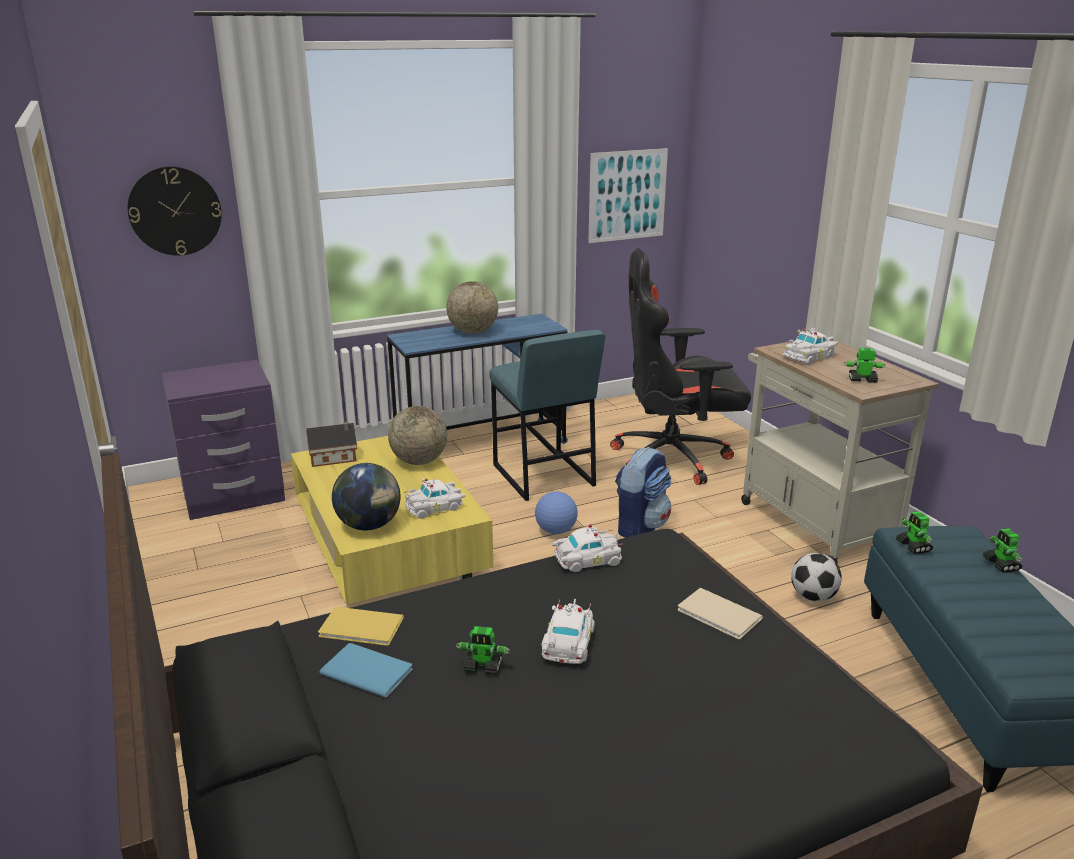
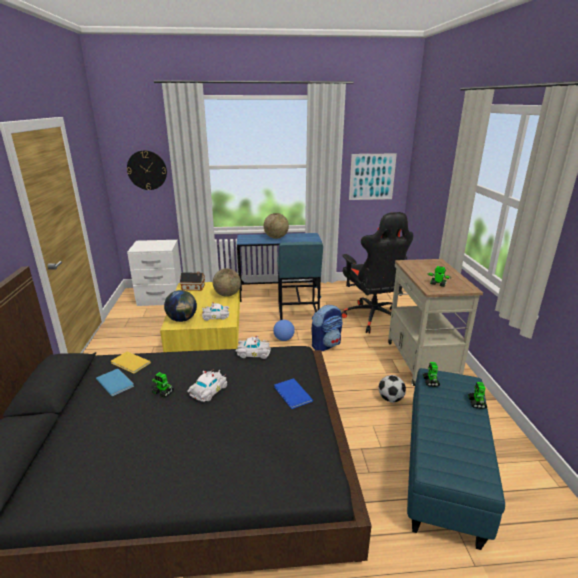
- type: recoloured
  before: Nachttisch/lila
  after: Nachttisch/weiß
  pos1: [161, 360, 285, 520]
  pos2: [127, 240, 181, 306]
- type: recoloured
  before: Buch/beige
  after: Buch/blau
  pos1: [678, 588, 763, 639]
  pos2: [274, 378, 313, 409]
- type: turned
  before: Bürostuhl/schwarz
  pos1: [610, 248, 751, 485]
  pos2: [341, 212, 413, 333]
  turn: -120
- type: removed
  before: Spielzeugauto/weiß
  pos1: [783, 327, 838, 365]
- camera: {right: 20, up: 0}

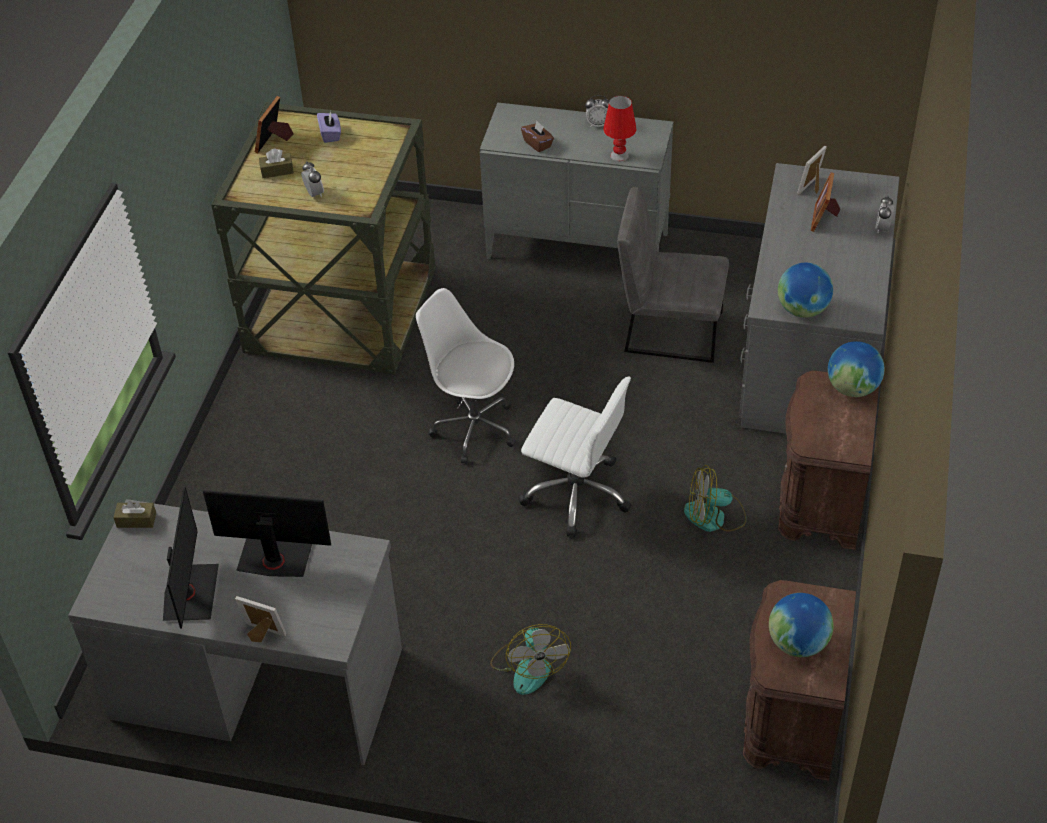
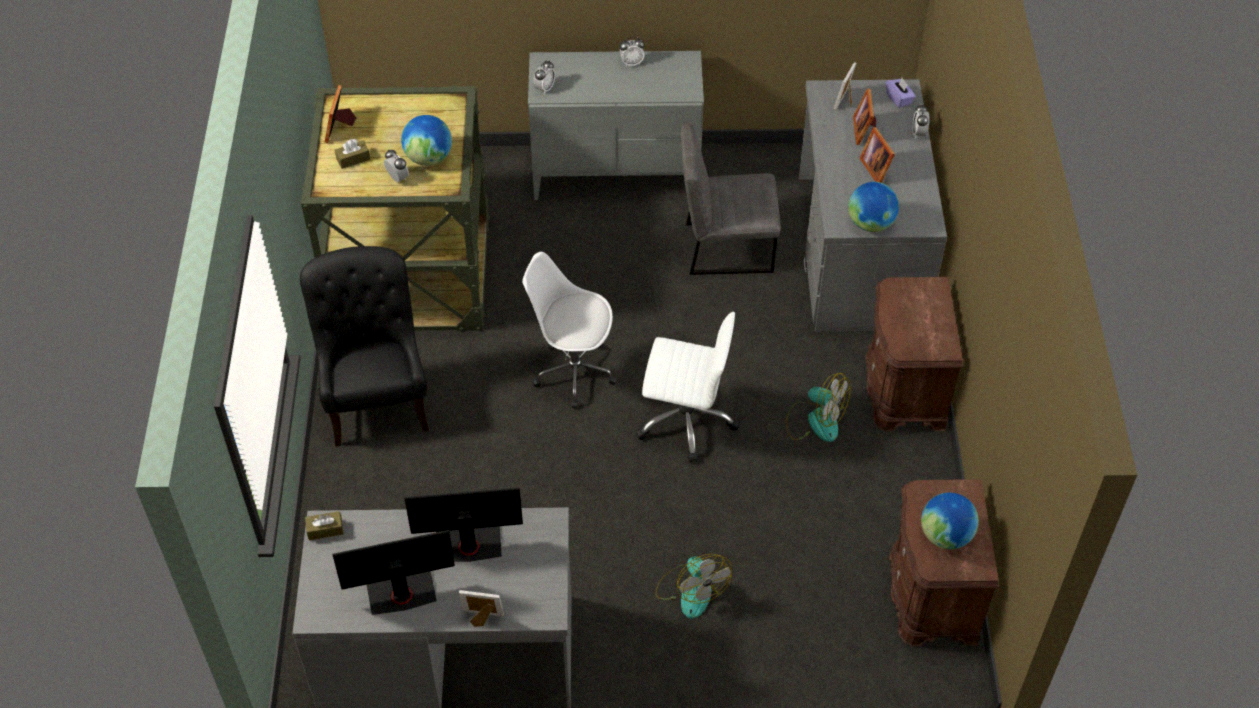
- type: added
  after: Stuhl/schwarz
  pos2: [300, 246, 429, 447]
- type: turned
  before: Monitor
  pos1: [163, 487, 219, 629]
  pos2: [332, 530, 455, 615]
  turn: -90
- type: moved
  before: Globus
  pos1: [828, 341, 885, 397]
  pos2: [401, 115, 452, 166]
- type: added
  after: Wecker
  pos2: [533, 60, 555, 94]
- type: turned
  before: Ventilator
  pos1: [684, 465, 747, 532]
  pos2: [786, 373, 851, 442]
  turn: -135
- type: added
  after: Bilderrahmen
  pos2: [860, 127, 895, 183]
- type: moved
  before: Taschentuchbox/lila
  pos1: [317, 111, 341, 143]
  pos2: [886, 78, 916, 108]
- type: removed
  before: Taschentuchbox/braun
  pos1: [521, 120, 554, 152]
- type: removed
  before: Tischlampe/rot
  pos1: [603, 96, 636, 162]
- camera: {right: -15, up: 5}

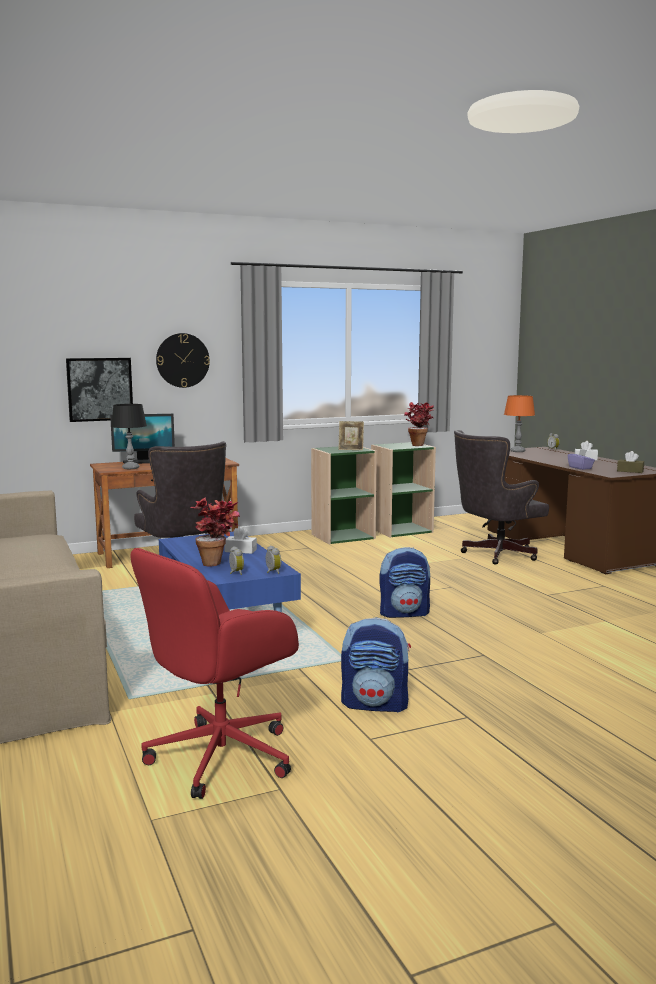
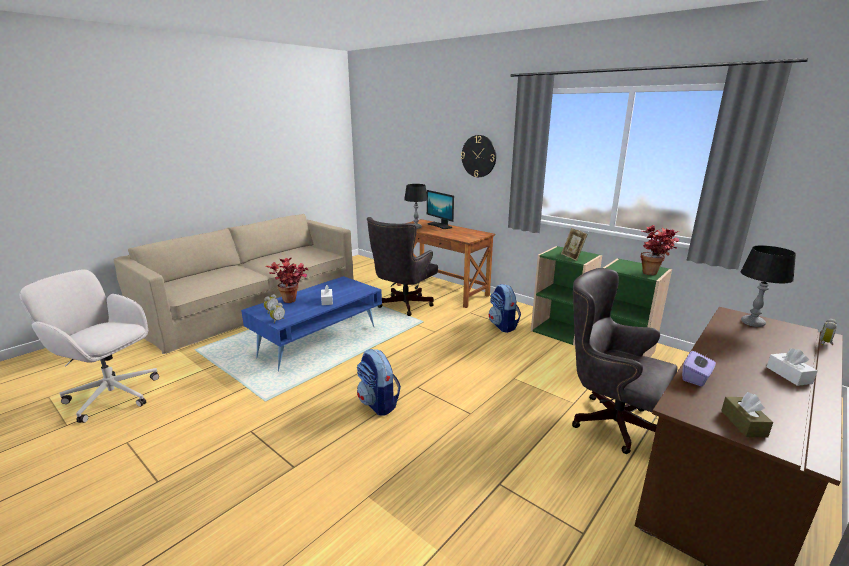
- type: recoloured
  before: Bürostuhl/rot
  after: Bürostuhl/weiß
  pos1: [130, 548, 299, 799]
  pos2: [20, 269, 159, 423]
- type: moved
  before: Rucksack
  pos1: [341, 617, 411, 713]
  pos2: [489, 284, 521, 333]
- type: recoloured
  before: Tischlampe/orange
  after: Tischlampe/schwarz
  pos1: [504, 395, 535, 452]
  pos2: [741, 245, 796, 327]
- type: removed
  before: Bild
  pos1: [66, 358, 133, 422]
- camera: {right: 65, up: 10}

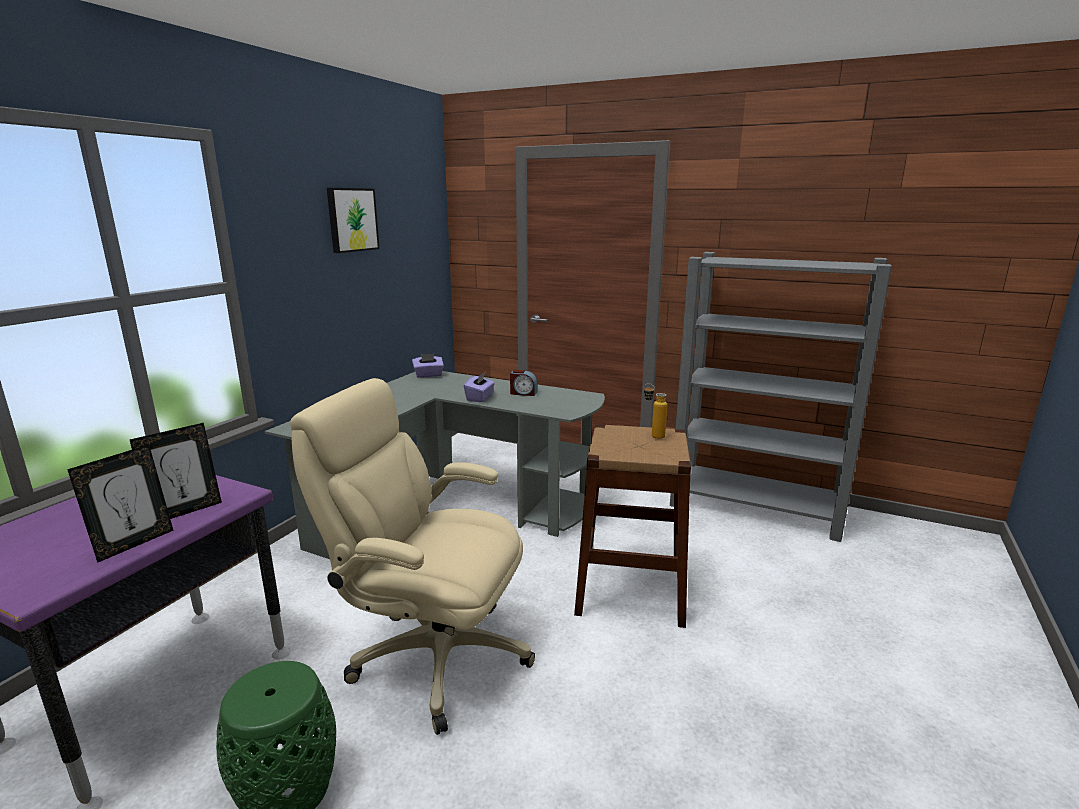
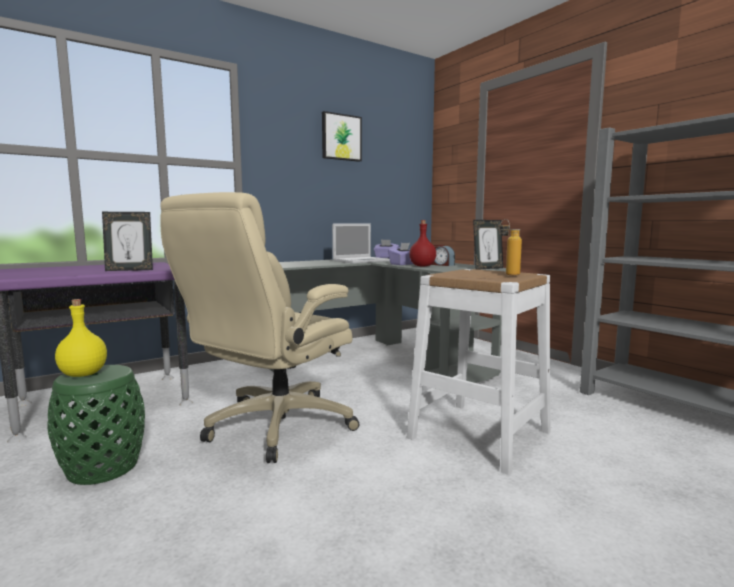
- type: added
  after: Flasche/gelb
  pos2: [55, 299, 107, 377]
- type: turned
  before: Bürostuhl/beige
  pos1: [290, 378, 535, 735]
  pos2: [160, 192, 359, 463]
  turn: -105
- type: added
  after: Laptop
  pos2: [332, 223, 390, 263]
- type: recoloured
  before: Hocker/braun
  after: Hocker/weiß
  pos1: [574, 425, 691, 628]
  pos2: [407, 269, 551, 475]
- type: added
  after: Flasche/rot
  pos2: [409, 220, 436, 266]
- type: moved
  before: Bilderrahmen
  pos1: [67, 445, 174, 563]
  pos2: [473, 220, 503, 270]
- camera: {right: 30, up: -10}

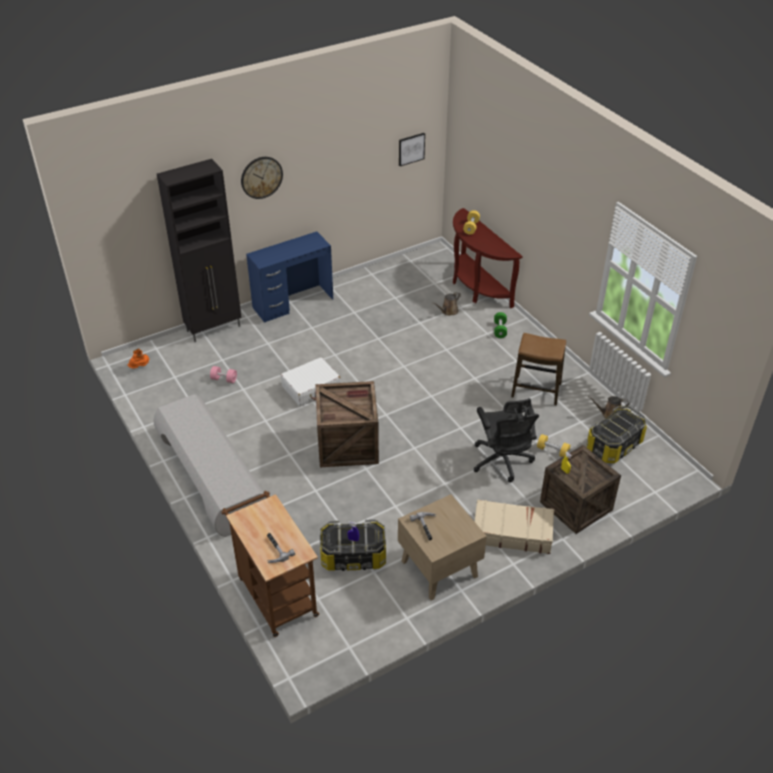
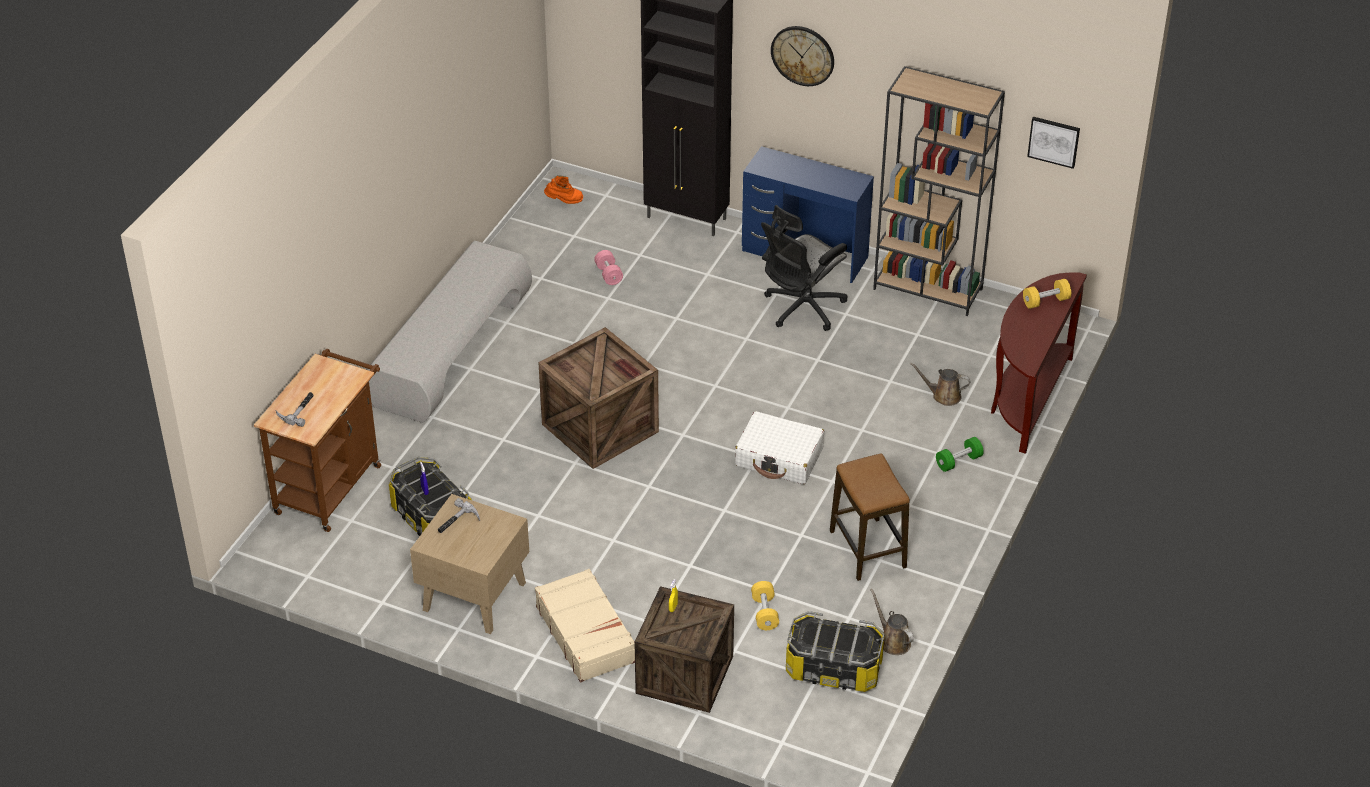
- type: moved
  before: Koffer/weiß
  pos1: [281, 357, 341, 406]
  pos2: [735, 411, 824, 484]
- type: moved
  before: Bürostuhl
  pos1: [474, 398, 539, 483]
  pos2: [761, 205, 847, 331]
- type: added
  after: Bücherregal
  pos2: [873, 66, 1005, 316]
- camera: {right: 55, up: 0}

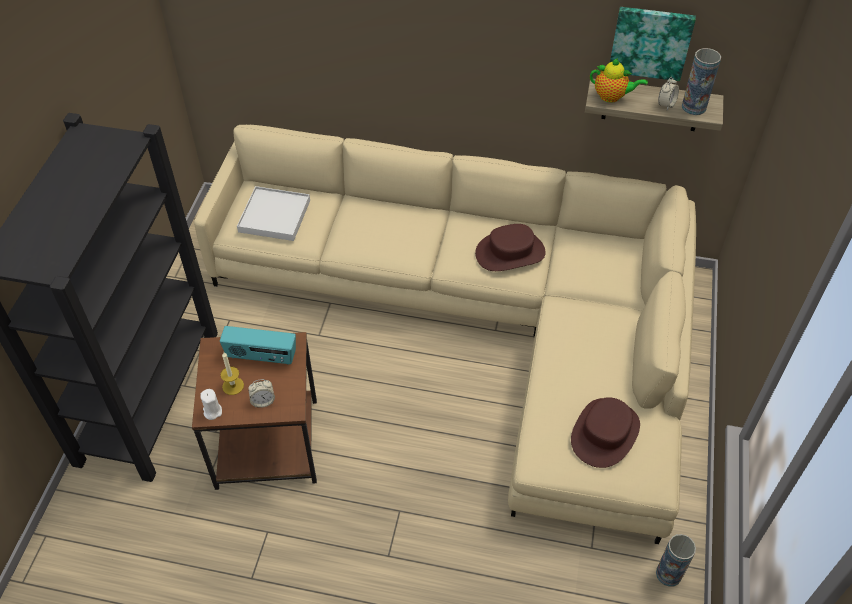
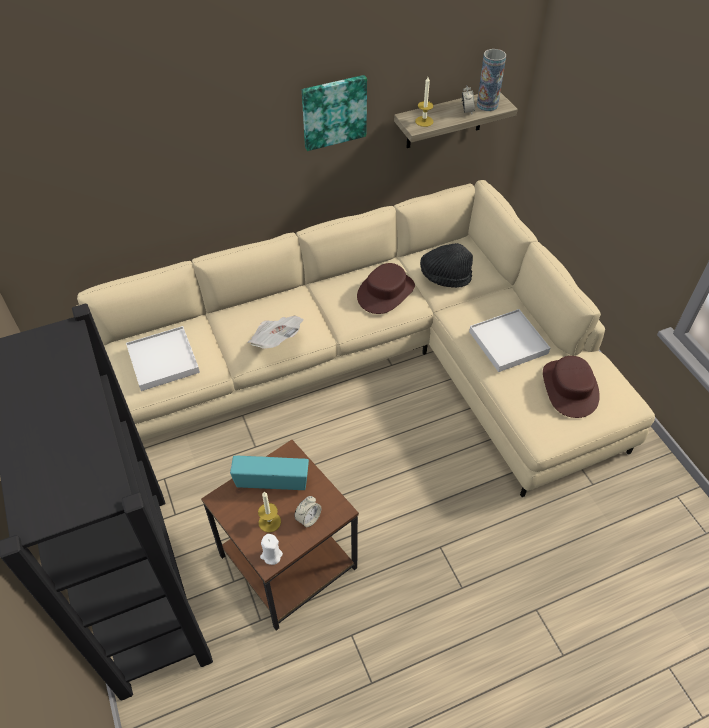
- type: turned
  before: Radio
  pos1: [220, 326, 296, 365]
  pos2: [230, 456, 309, 490]
  turn: -150
- type: added
  after: Zeitung
  pos2: [247, 315, 304, 349]
- type: moved
  before: Bild
  pos1: [610, 7, 696, 81]
  pos2: [302, 75, 367, 151]
- type: replaced
  before: Teekanne
  after: Kerze
  pos1: [590, 58, 648, 103]
  pos2: [415, 77, 433, 127]
- type: added
  after: Hut/schwarz
  pos2: [420, 243, 473, 288]
- type: added
  after: Tablett/weiß
  pos2: [469, 309, 550, 372]
- type: removed
  before: Vase
  pos1: [656, 534, 696, 587]
- camera: {right: -35, up: 0}

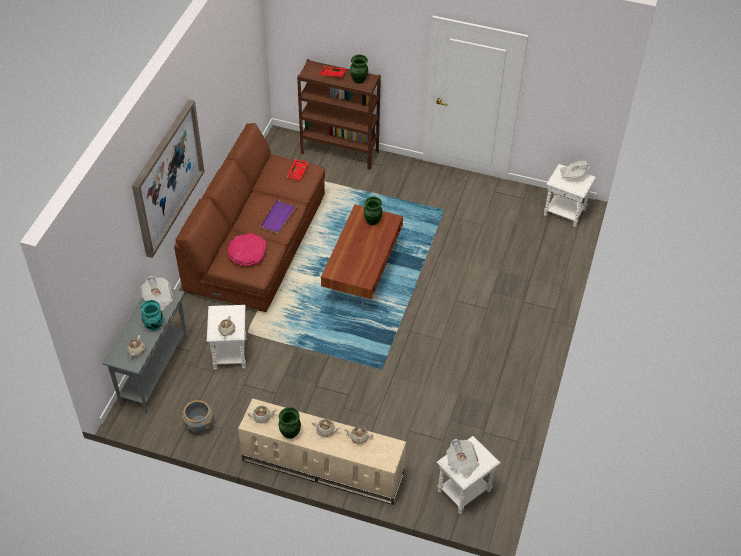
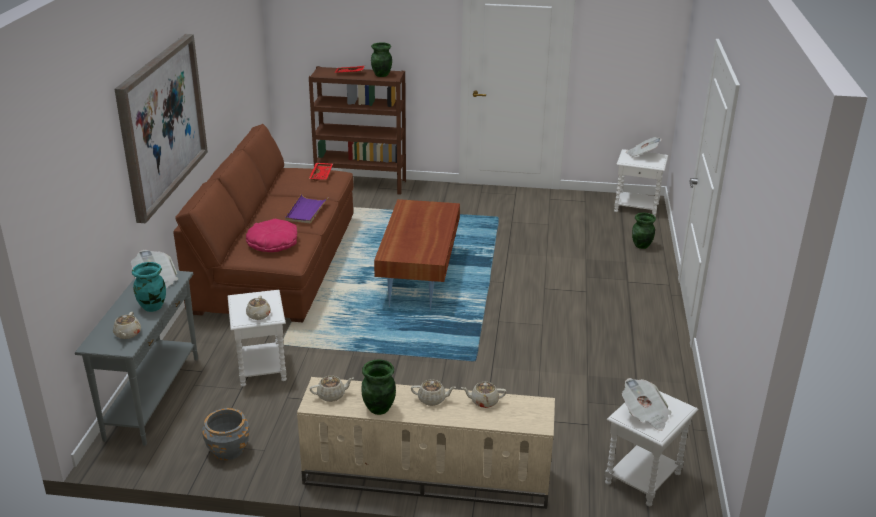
- type: moved
  before: Vase/grün
  pos1: [364, 197, 382, 225]
  pos2: [632, 213, 656, 249]
- camera: {right: -10, up: -20}

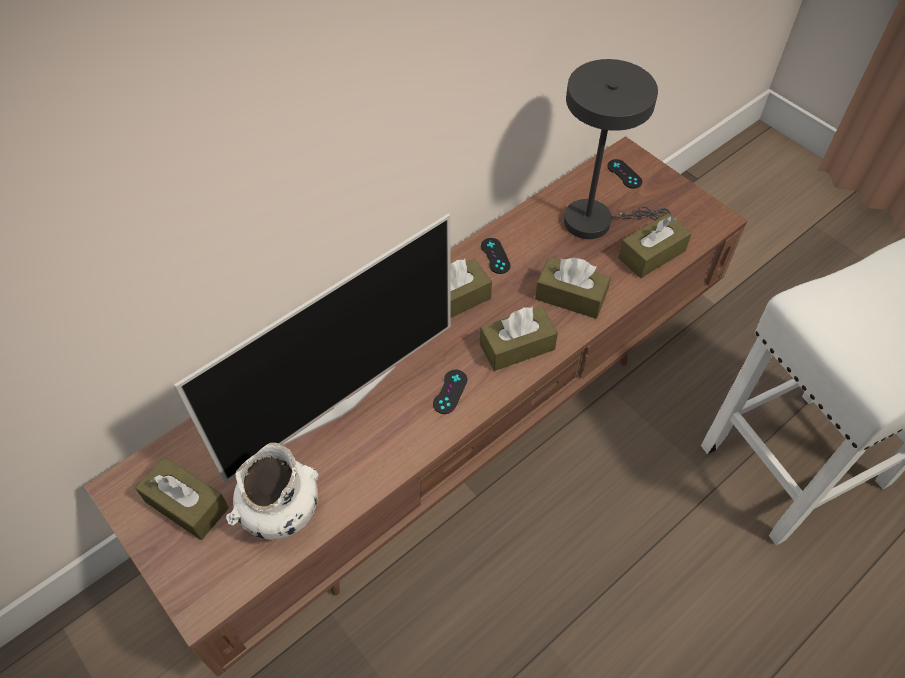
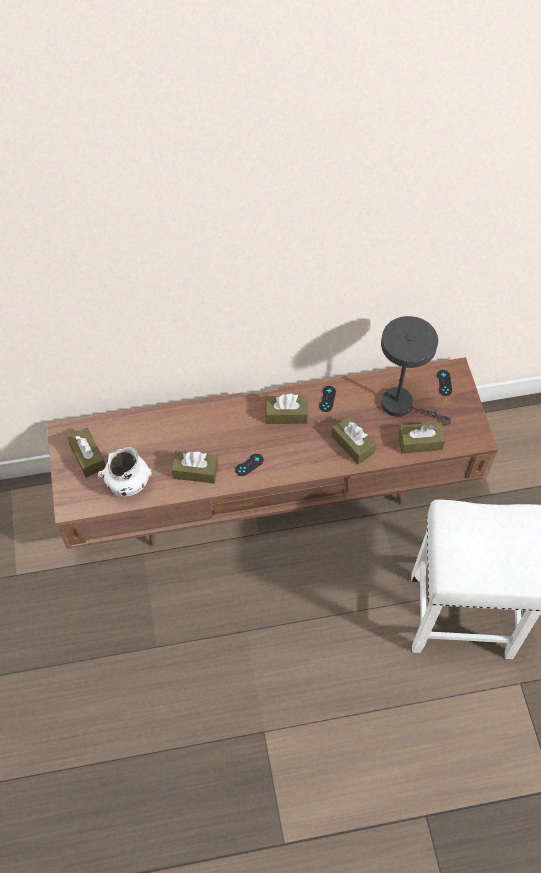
- type: moved
  before: Taschentuchbox/braun
  pos1: [480, 306, 558, 371]
  pos2: [172, 451, 218, 483]
- type: removed
  before: Fernseher
  pos1: [174, 214, 451, 482]
- camera: {right: 30, up: 5}

